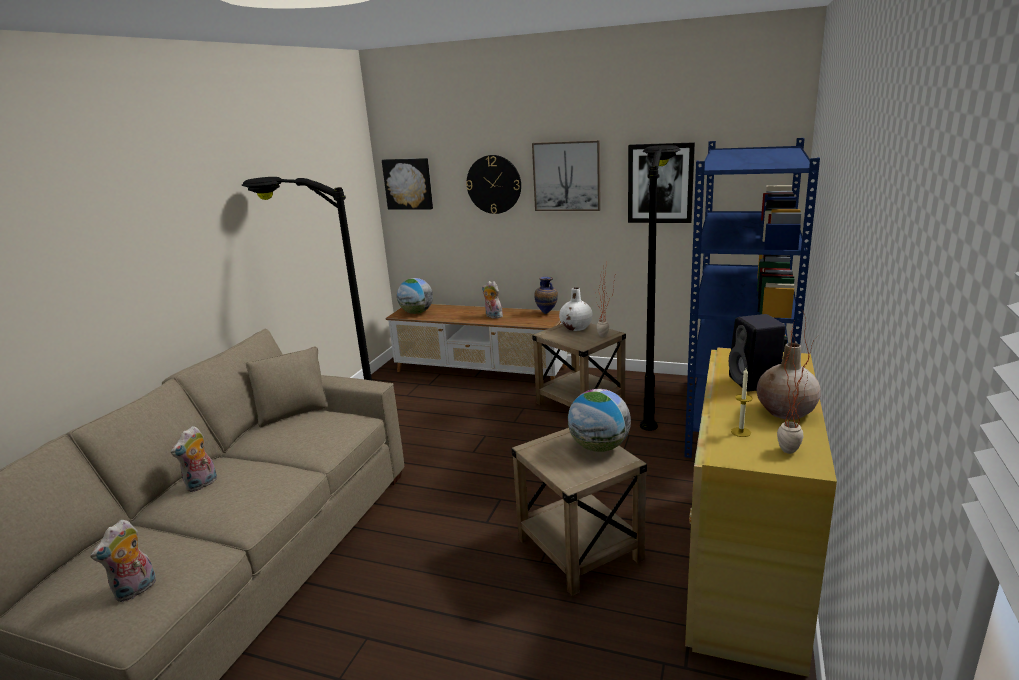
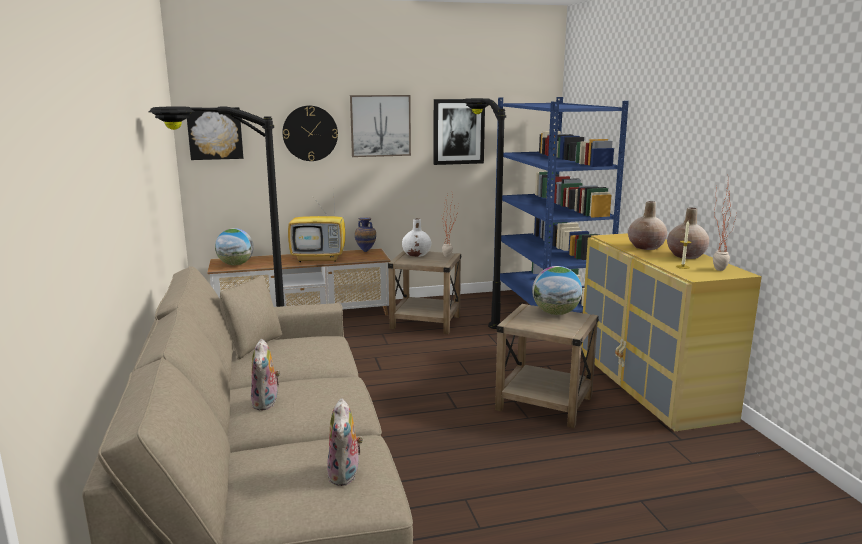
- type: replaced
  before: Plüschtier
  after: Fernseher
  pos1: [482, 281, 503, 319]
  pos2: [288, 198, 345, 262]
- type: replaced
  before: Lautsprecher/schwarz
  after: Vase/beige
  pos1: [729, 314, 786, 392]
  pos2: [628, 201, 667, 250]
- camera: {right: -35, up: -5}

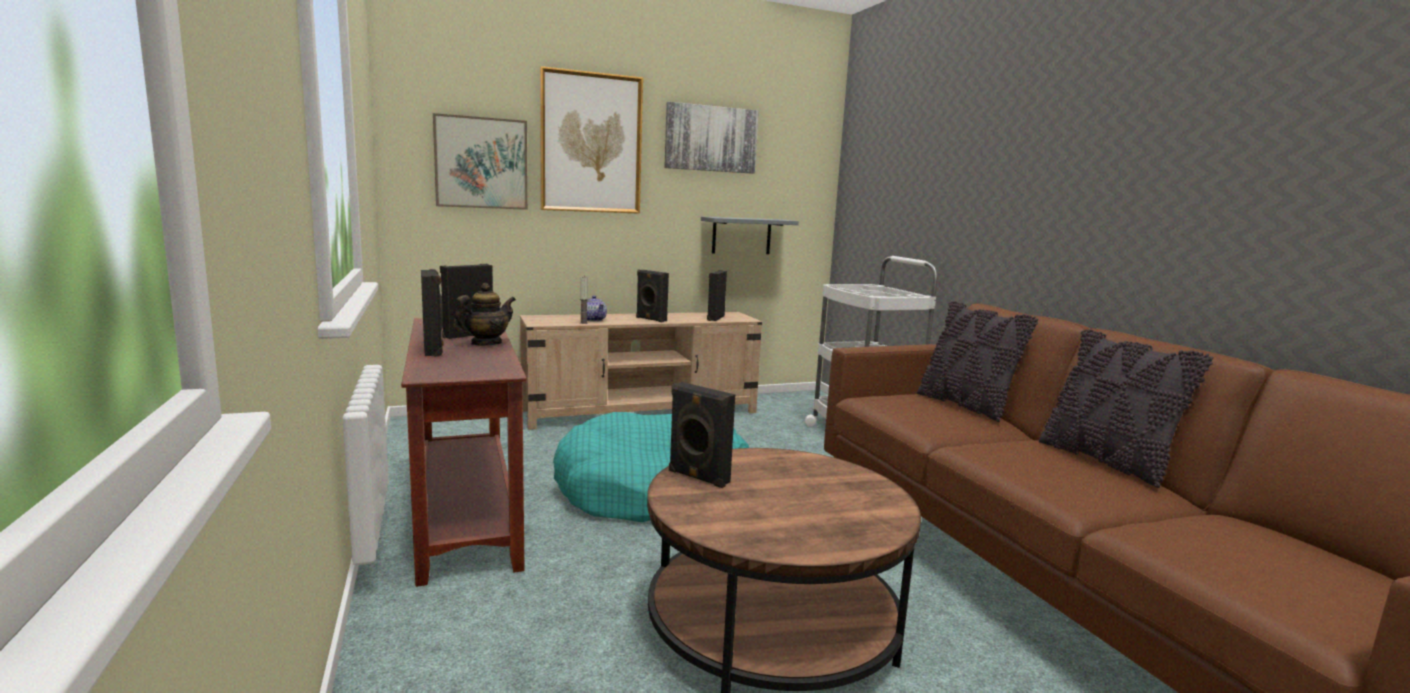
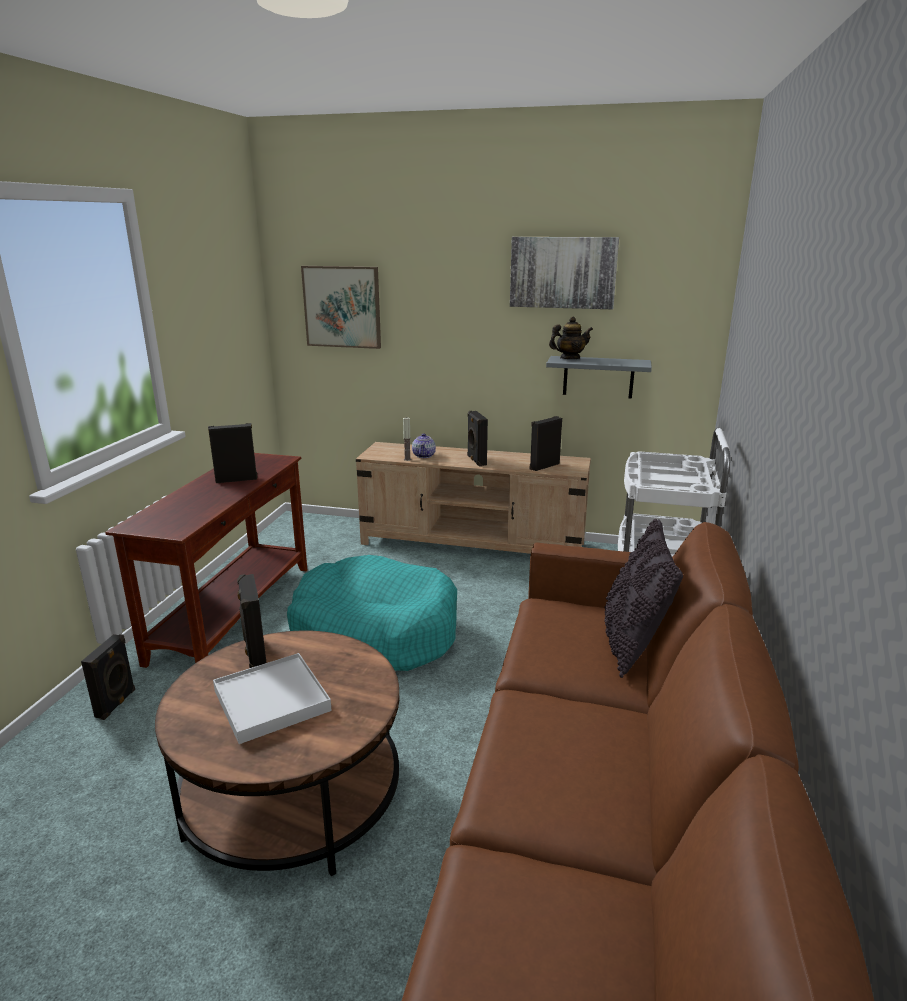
- type: moved
  before: Lautsprecher/schwarz
  pos1: [421, 269, 444, 357]
  pos2: [81, 634, 135, 720]
- type: added
  after: Tablett/weiß
  pos2: [213, 653, 332, 744]
- type: moved
  before: Teekanne
  pos1: [453, 283, 516, 345]
  pos2: [549, 317, 593, 359]
- type: removed
  before: Bild
  pos1: [540, 66, 643, 214]
- type: removed
  before: Kissen/schwarz
  pos1: [1039, 329, 1214, 488]
- camera: {right: 35, up: 10}

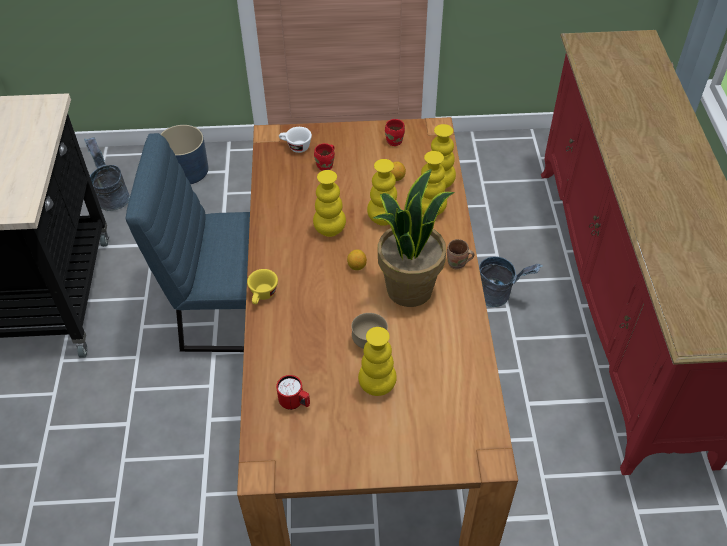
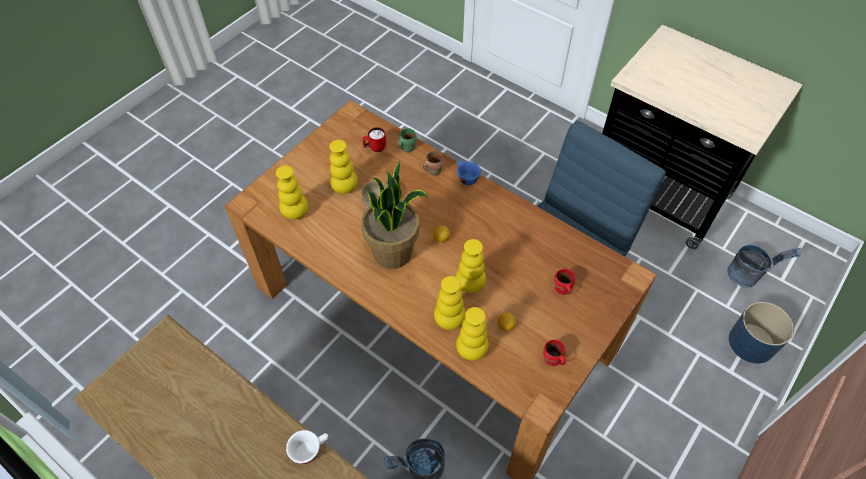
- type: moved
  before: Vase/gelb
  pos1: [313, 170, 346, 237]
  pos2: [276, 165, 308, 220]
- type: moved
  before: Tasse/weiß
  pos1: [279, 127, 312, 153]
  pos2: [286, 430, 328, 464]
- type: added
  after: Henkelbecher/grün
  pos2: [399, 128, 417, 152]
- type: moved
  before: Henkelbecher/braun
  pos1: [447, 239, 474, 270]
  pos2: [423, 151, 444, 176]
- type: recoloured
  before: Tasse/gelb
  after: Tasse/blau
  pos1: [247, 269, 278, 305]
  pos2: [457, 160, 481, 185]
- camera: {right: 130, up: 5}

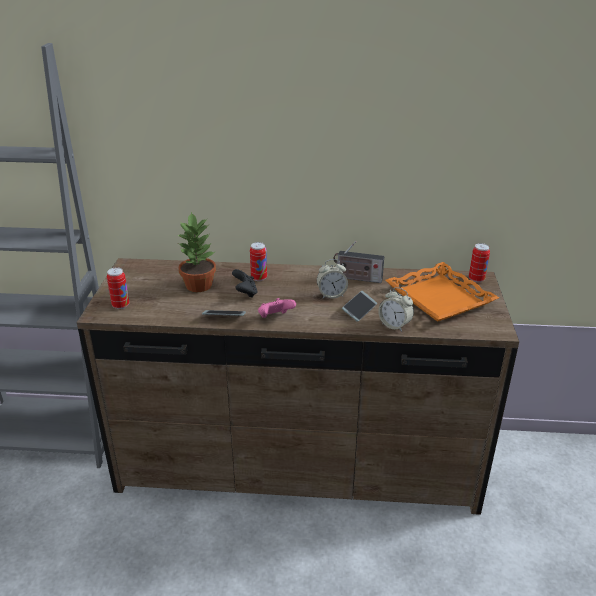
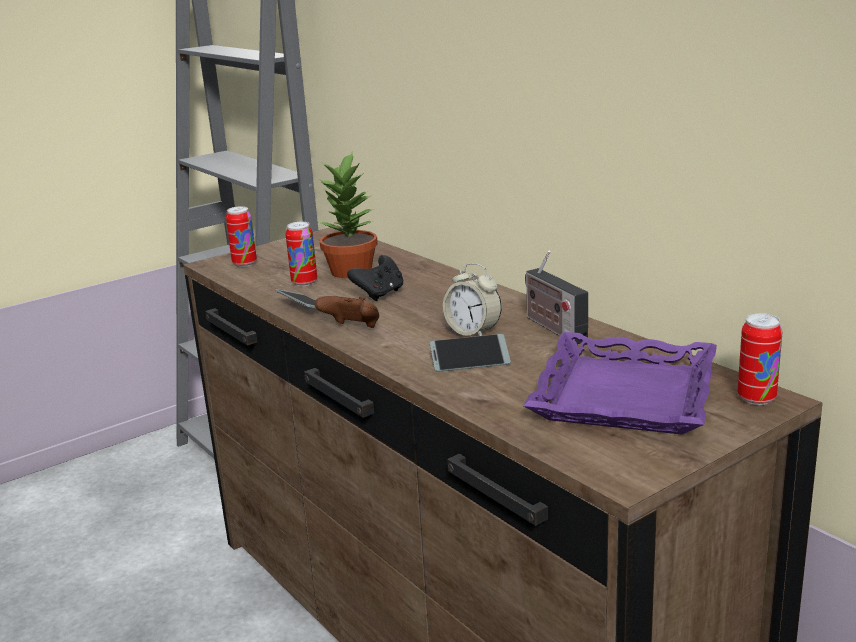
- type: moved
  before: Dose
  pos1: [250, 242, 267, 281]
  pos2: [286, 222, 317, 286]
- type: recoloured
  before: Gamepad/rosa
  after: Gamepad/braun
  pos1: [258, 298, 296, 318]
  pos2: [315, 296, 379, 328]
- type: recoloured
  before: Tablett/orange
  after: Tablett/lila
  pos1: [385, 262, 499, 322]
  pos2: [523, 332, 717, 435]
- type: removed
  before: Wecker
  pos1: [378, 287, 414, 332]
- camera: {right: 50, up: -10}

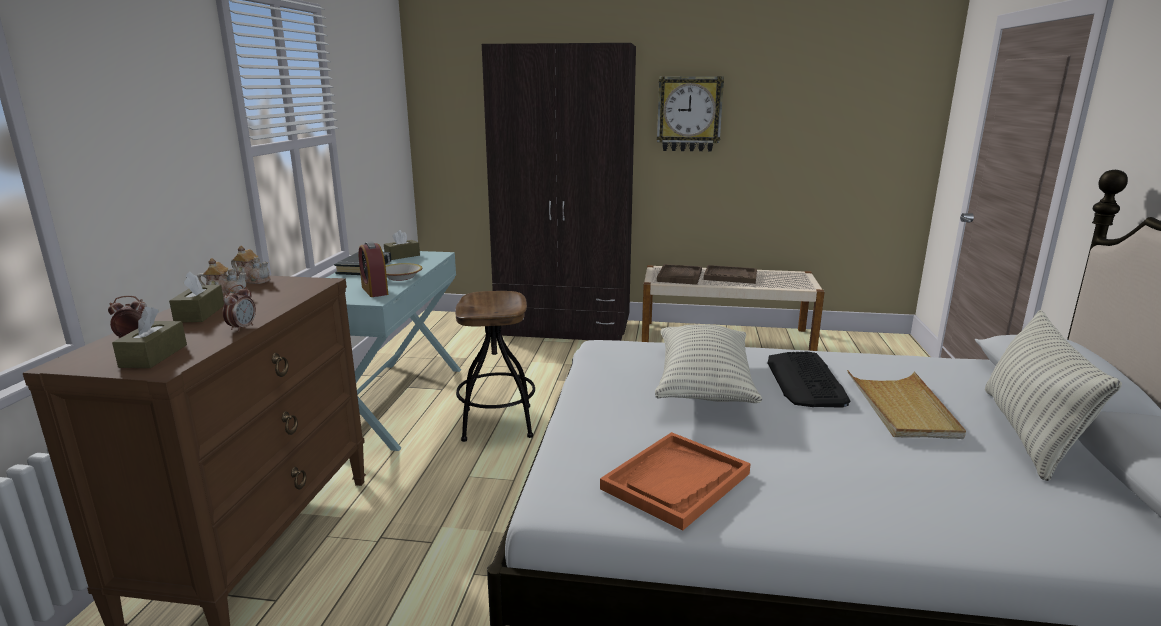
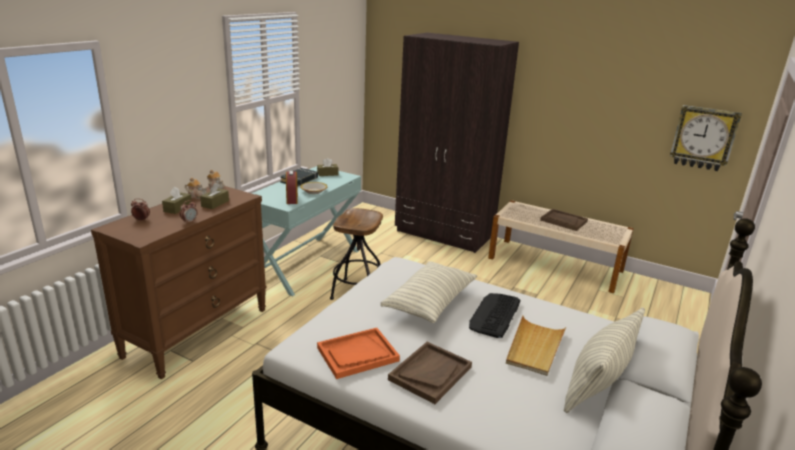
- type: moved
  before: Taschentuchbox/braun
  pos1: [112, 306, 187, 368]
  pos2: [200, 183, 229, 209]
- type: moved
  before: Tablett/braun
  pos1: [657, 264, 702, 285]
  pos2: [388, 342, 472, 404]
- type: moved
  before: Wanduhr
  pos1: [657, 76, 724, 152]
  pos2: [670, 105, 742, 171]
- camera: {right: 20, up: 5}

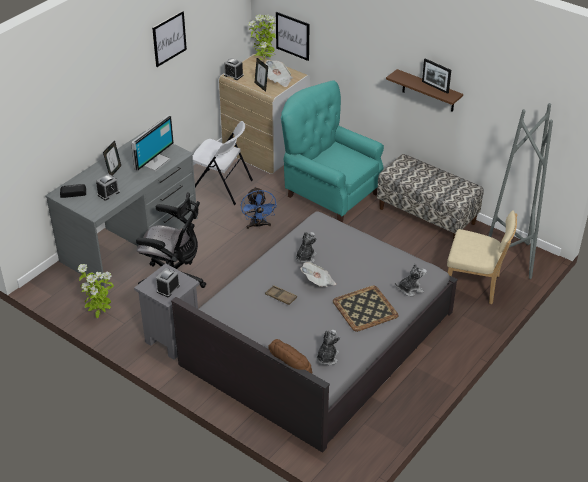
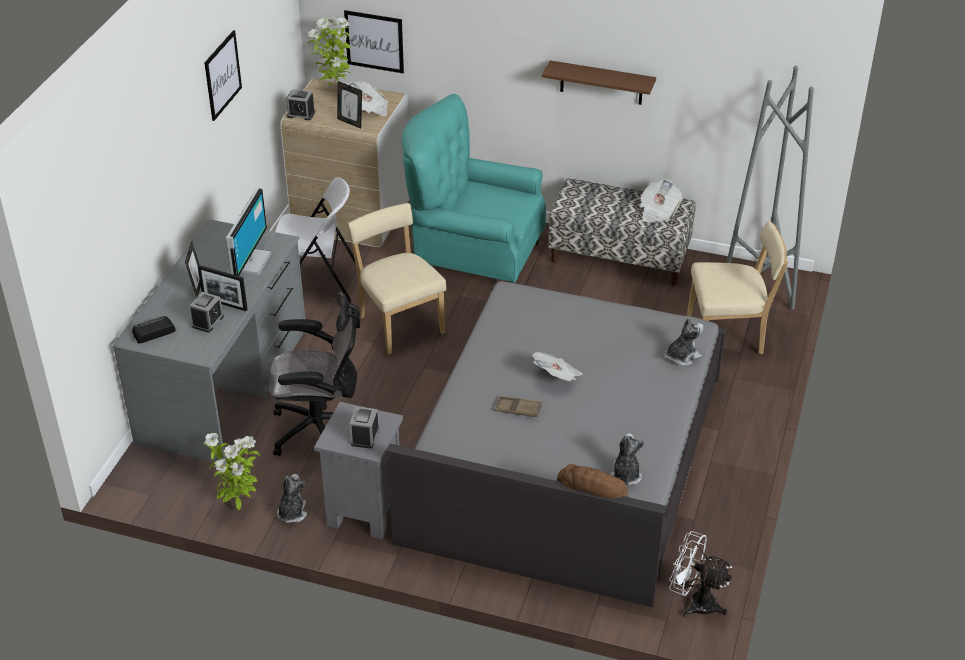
- type: moved
  before: Bilderrahmen
  pos1: [422, 58, 451, 94]
  pos2: [198, 265, 248, 311]
- type: moved
  before: Plüschtier
  pos1: [296, 231, 317, 263]
  pos2: [277, 474, 307, 523]
- type: replaced
  before: Ventilator/blau
  after: Stuhl/beige
  pos1: [241, 187, 277, 229]
  pos2: [347, 203, 446, 354]
- type: added
  after: Zeitung
  pos2: [640, 179, 683, 222]
- type: added
  after: Ventilator/weiß
  pos2: [669, 531, 732, 617]
- type: removed
  before: Tablett
  pos1: [333, 286, 399, 332]
- camera: {right: -20, up: 0}

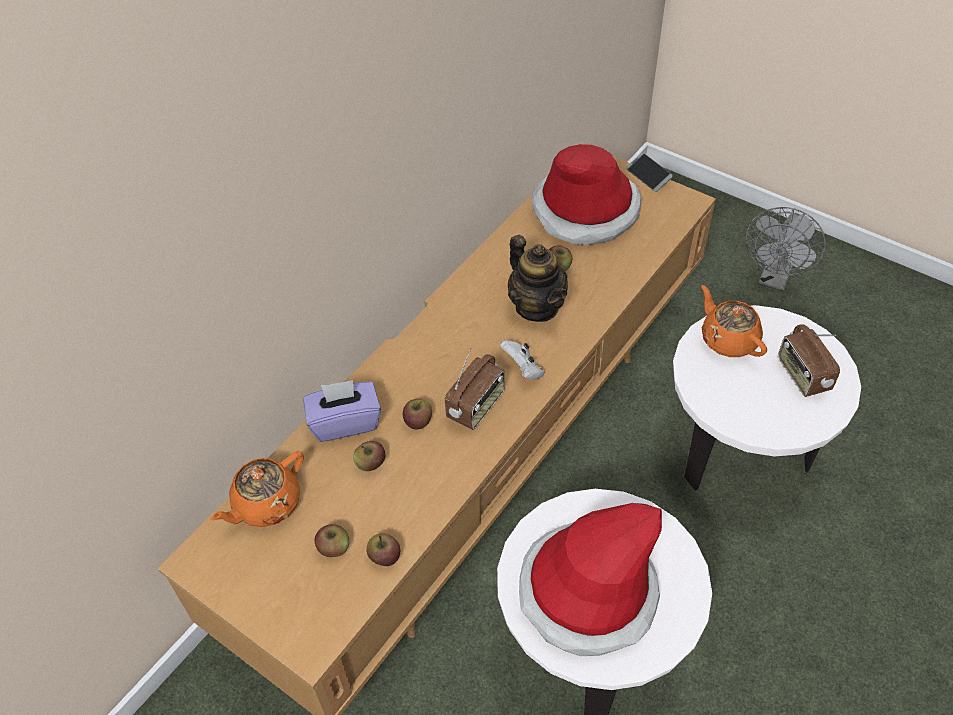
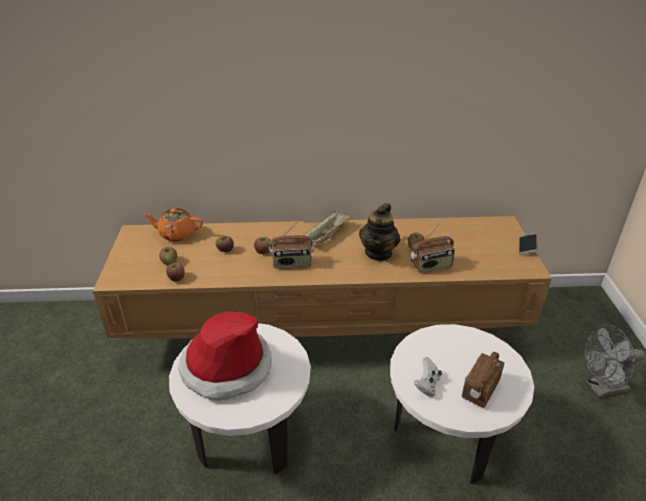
- type: added
  after: Tablett/beige
  pos2: [304, 211, 351, 244]
- type: added
  after: Radio
  pos2: [411, 223, 455, 273]
- type: moved
  before: Gamepad/weiß
  pos1: [500, 340, 544, 380]
  pos2: [414, 357, 442, 397]
- type: removed
  before: Taschentuchbox/lila
  pos1: [303, 380, 381, 442]
- type: removed
  before: Hut
  pos1: [531, 144, 641, 245]
- type: removed
  before: Teekanne/orange
  pos1: [701, 285, 767, 357]
- camera: {right: 50, up: -15}

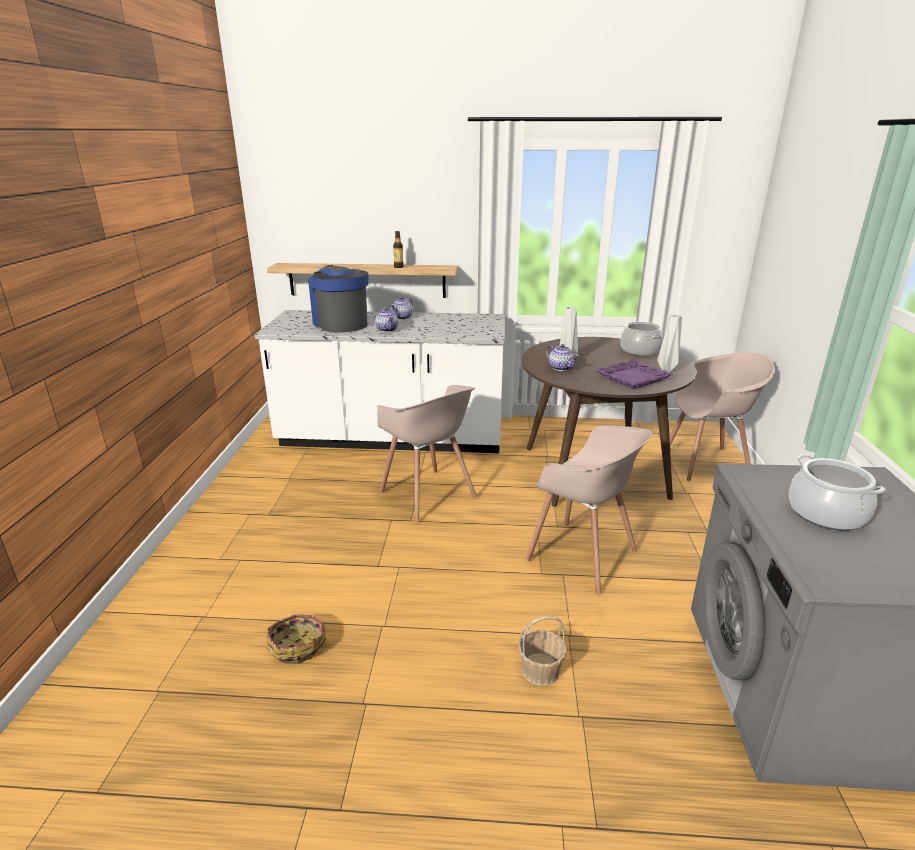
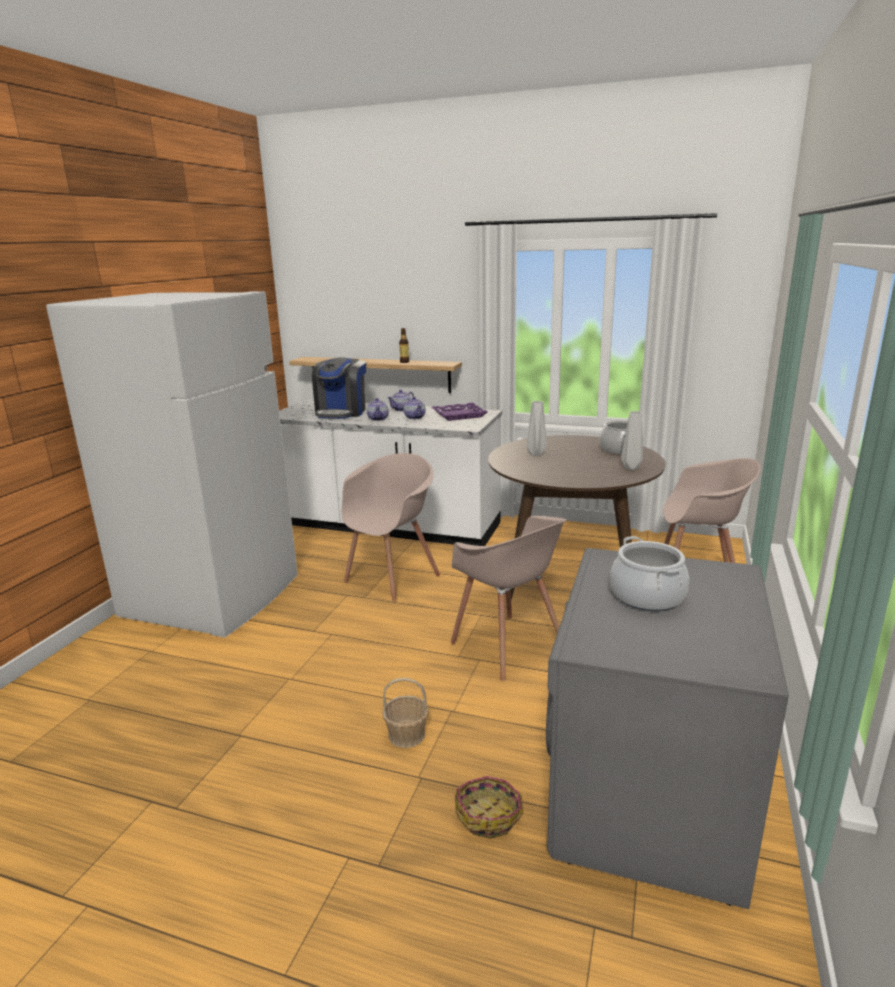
- type: added
  after: Kühlschrank/weiß
  pos2: [46, 291, 298, 638]
- type: turned
  before: Kaffeemaschine
  pos1: [309, 265, 368, 333]
  pos2: [312, 357, 366, 419]
  turn: -150
- type: turned
  before: Stuhl/beige
  pos1: [377, 385, 477, 523]
  pos2: [342, 453, 440, 602]
  turn: -120
- type: moved
  before: Teekanne
  pos1: [546, 344, 579, 371]
  pos2: [403, 397, 426, 420]
- type: moved
  before: Tablett/lila
  pos1: [596, 359, 672, 389]
  pos2: [432, 403, 488, 421]
- type: moved
  before: Korb
  pos1: [267, 614, 326, 664]
  pos2: [455, 776, 523, 839]
- camera: {right: 15, up: -5}

